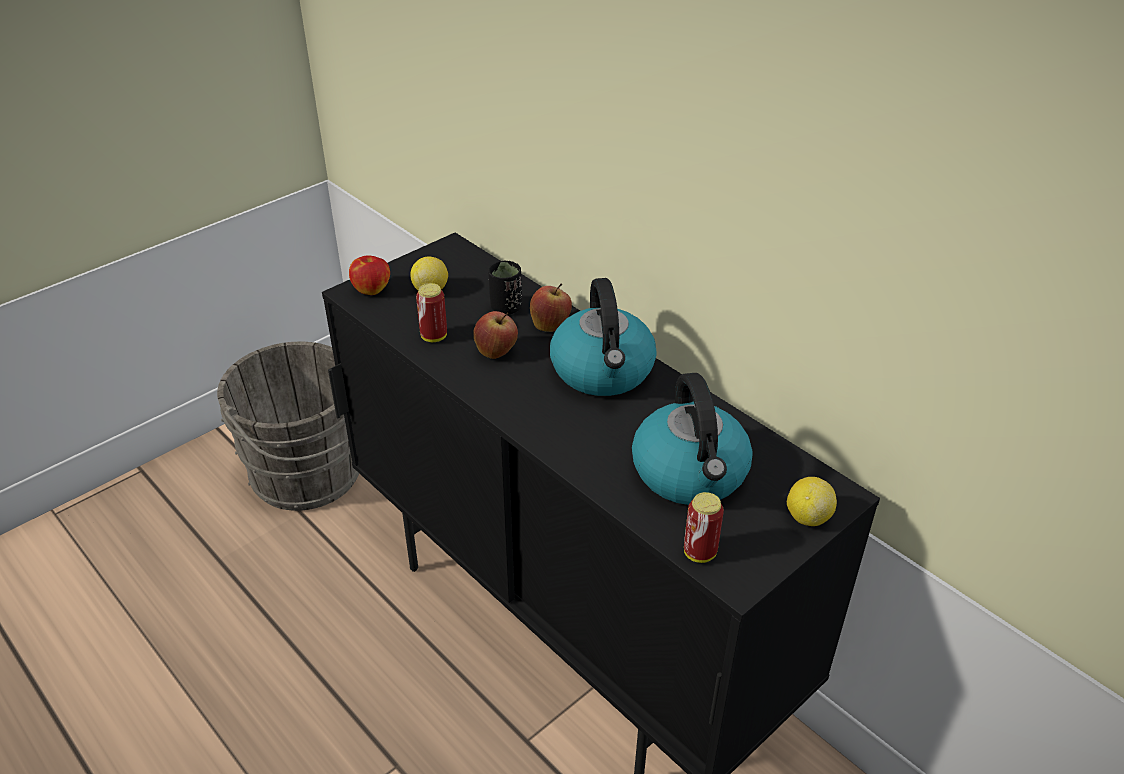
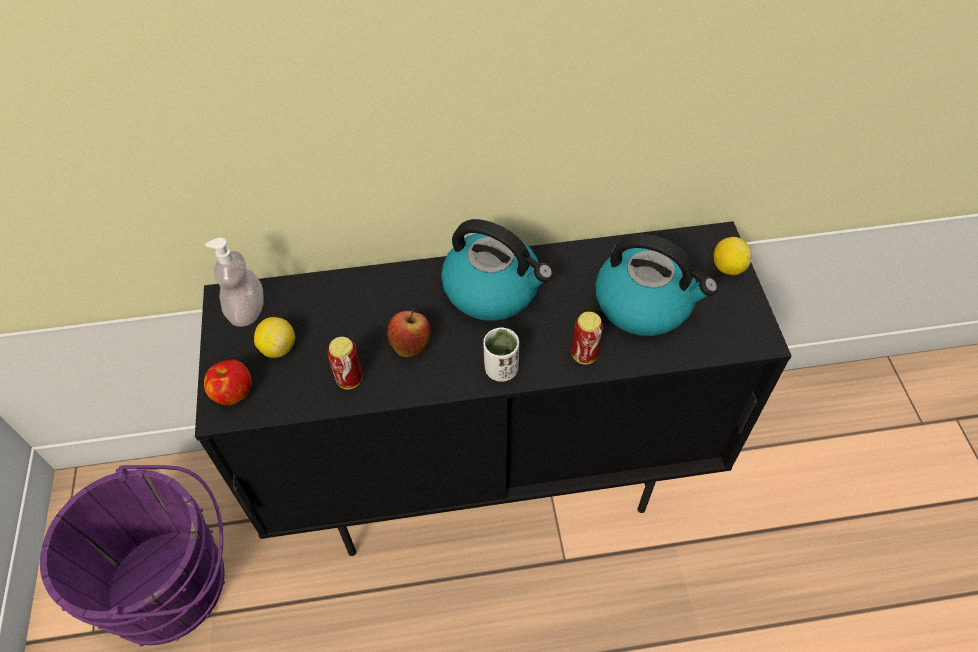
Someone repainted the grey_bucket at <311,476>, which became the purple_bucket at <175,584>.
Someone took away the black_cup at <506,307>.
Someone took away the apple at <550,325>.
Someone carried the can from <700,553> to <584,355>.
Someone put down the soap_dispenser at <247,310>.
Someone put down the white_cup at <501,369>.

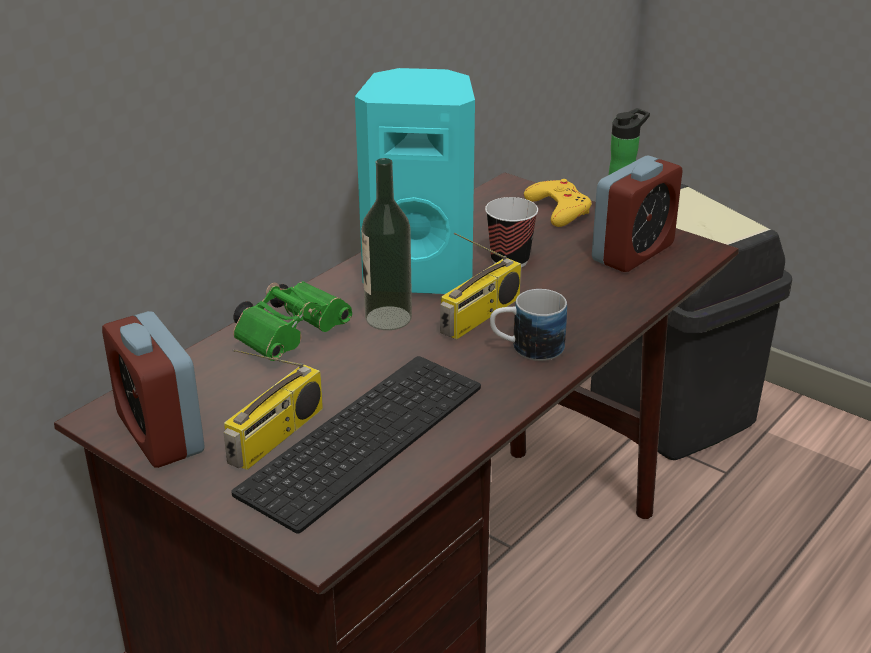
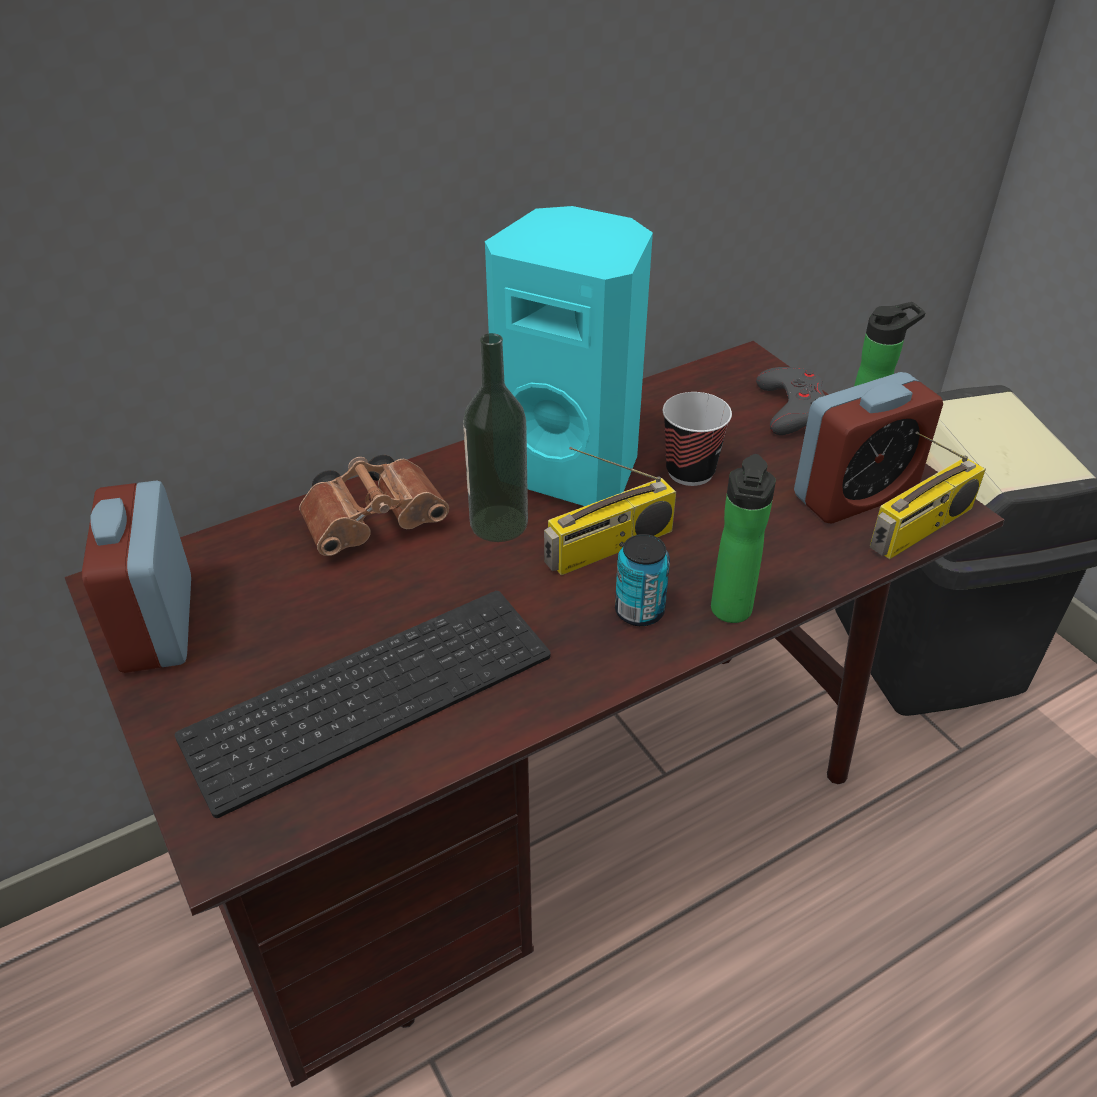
Someone carried the radio from <276,437> to <921,529>.
Someone repainted the green_binoculars at <293,336>, which became the brown_binoculars at <377,522>.
Someone swapped the mug at <526,348> for the can at <639,611>.
Someone repainted the yellow_game_controller at <559,209>, which became the grey_game_controller at <792,408>.
Someone put down the bottle at <730,614>.

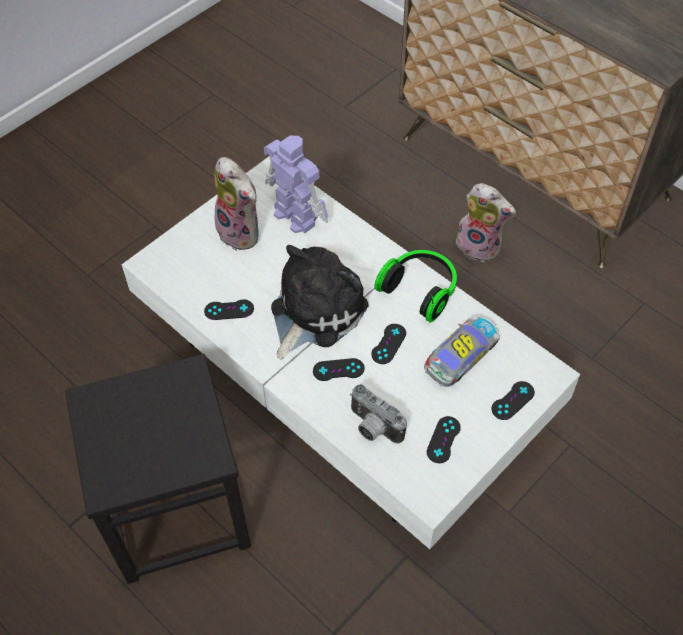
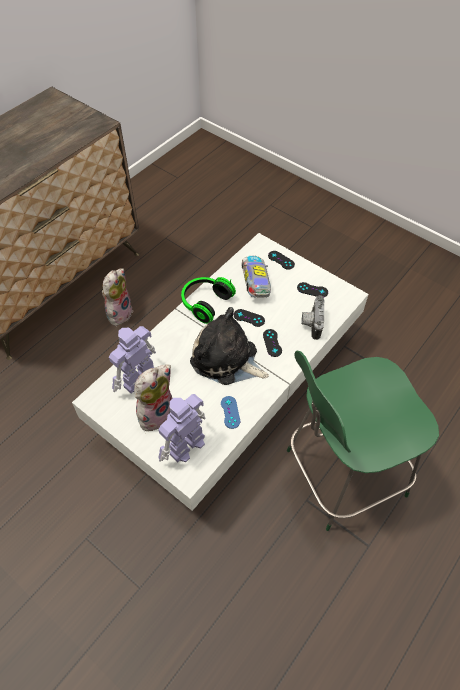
Someone swapped the black_stool at <177,508> for the green_chair at <341,474>.
Someone repainted the black_game_controller at <229,310>, which became the blue_game_controller at <230,412>.
Someone rotated the photo_camera at <372,428> by 150 degrees clockwise.
Someone rotated the toy_car at <460,359> by 45 degrees clockwise.
Someone put down the toy_robot at <185,446>.

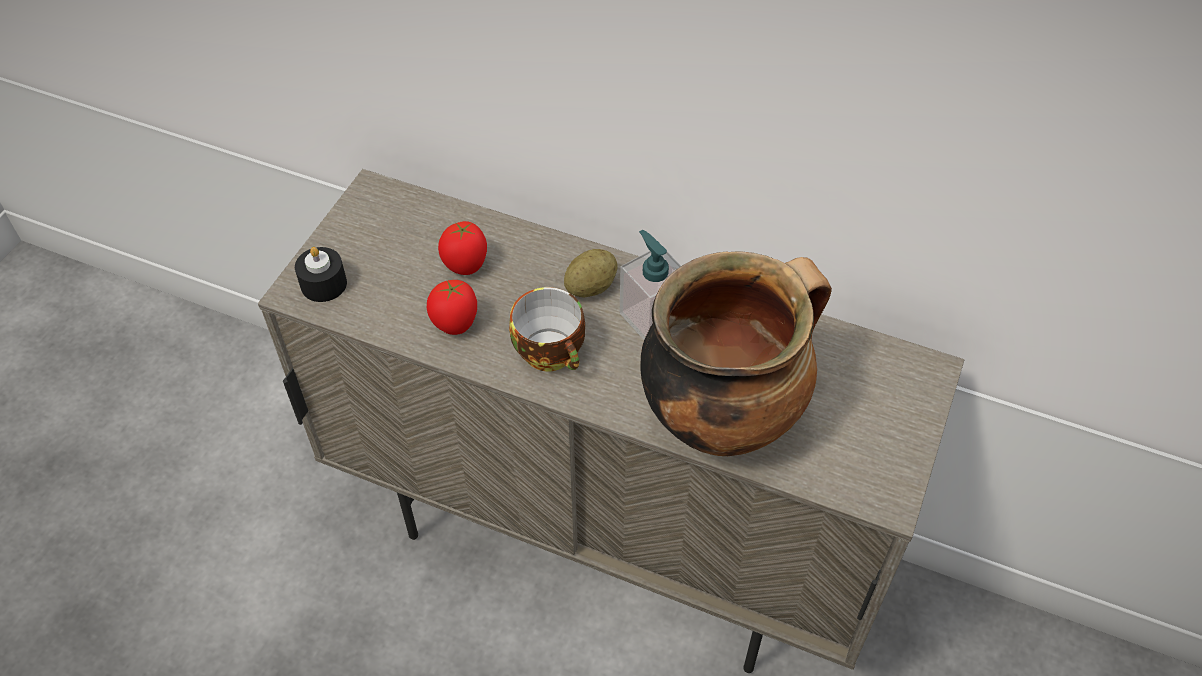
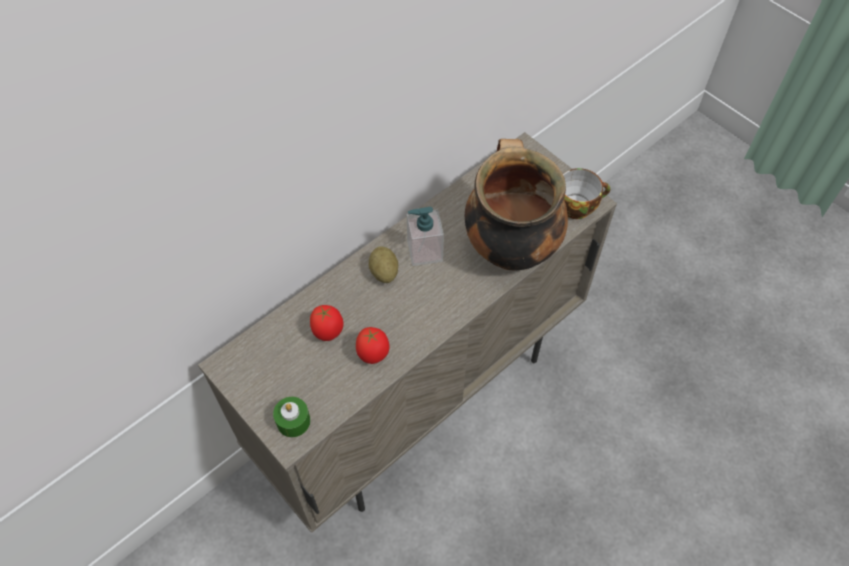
Someone repainted the black_candle at <323,284>, which became the green_candle at <293,421>.
Someone carried the cup from <553,353> to <577,205>.

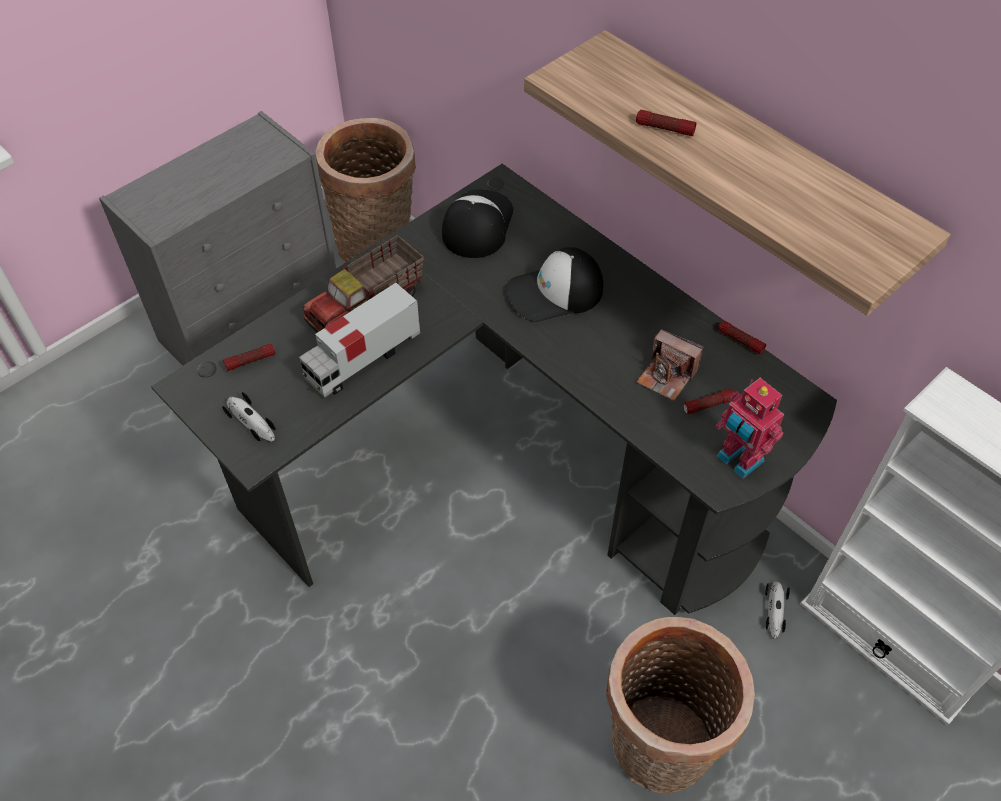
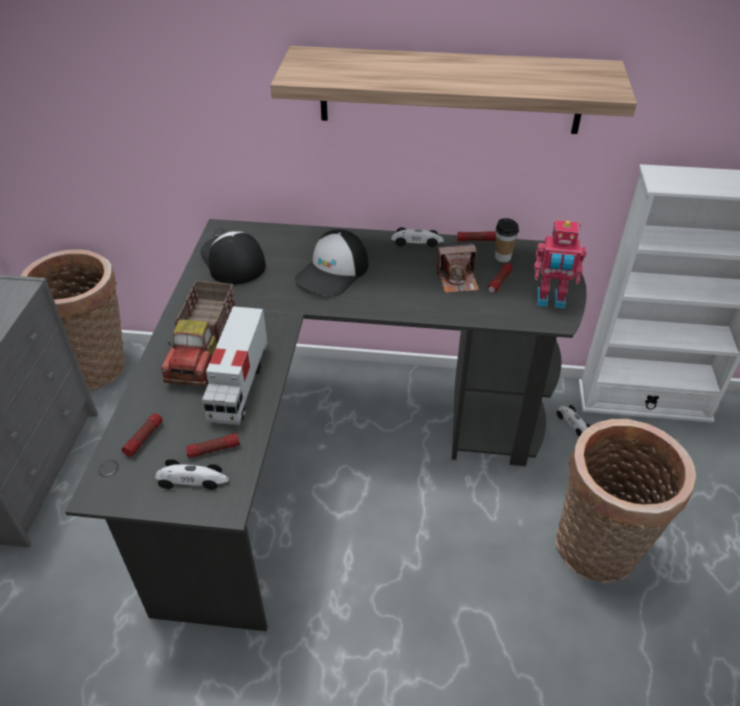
Someone carried the flashlight from <664,129> to <214,450>.
Someone put down the toy_car at <417,242>.
Someone put down the cup at <503,257>.

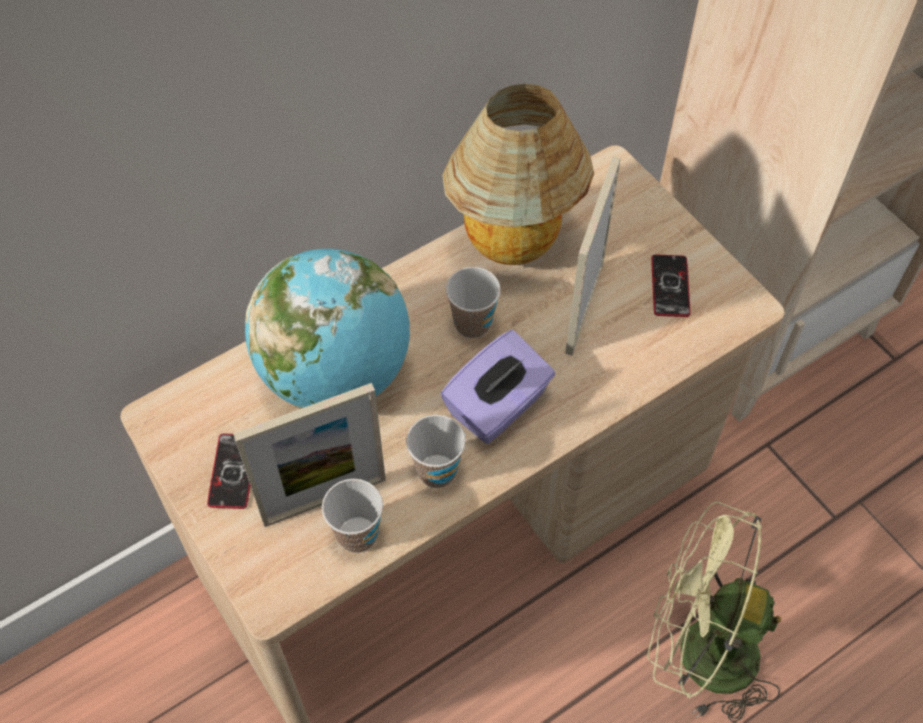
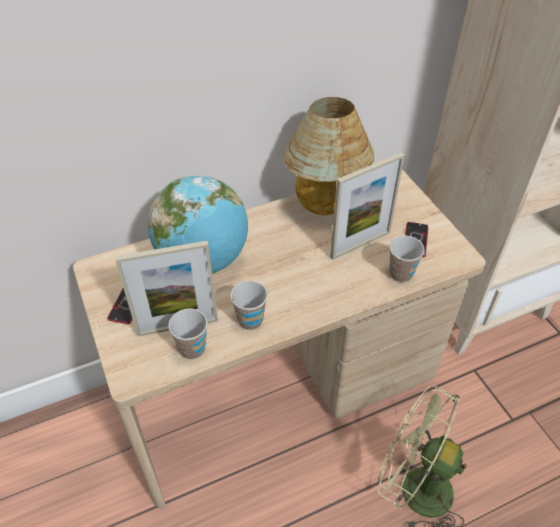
Someone took away the purple_tissue_box at <498,406>.
Someone carried the cup from <472,324> to <401,274>.
Someone rotated the picture_frame at <584,308> by 150 degrees counterclockwise.

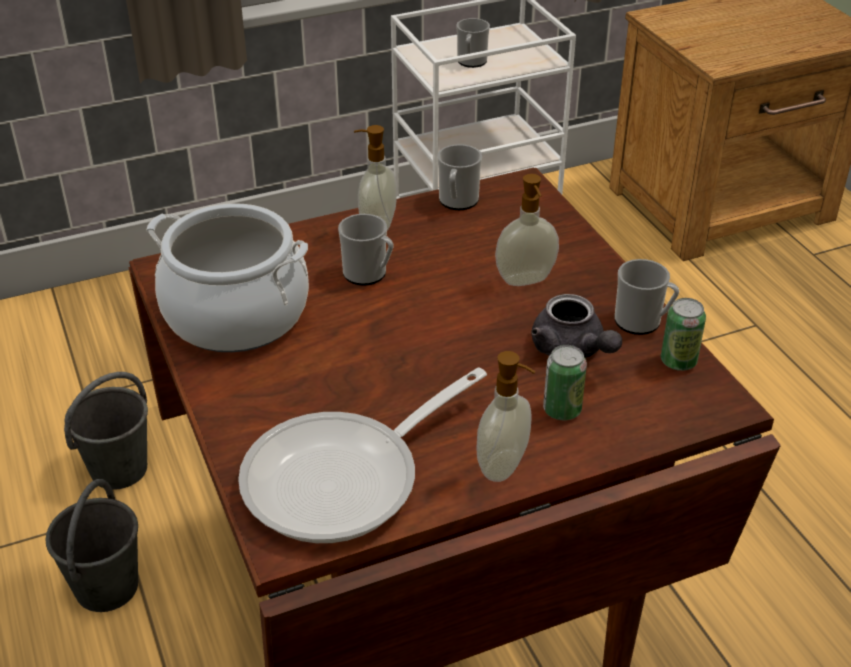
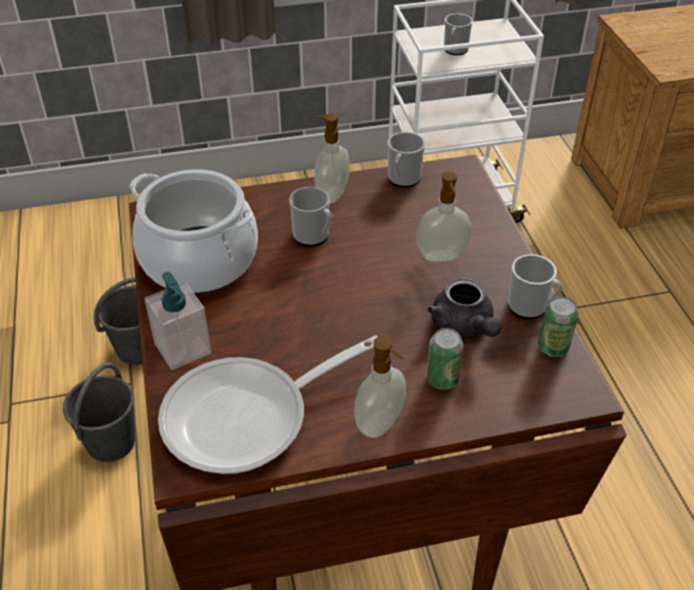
Someone put down the soap_dispenser at <183,348>.

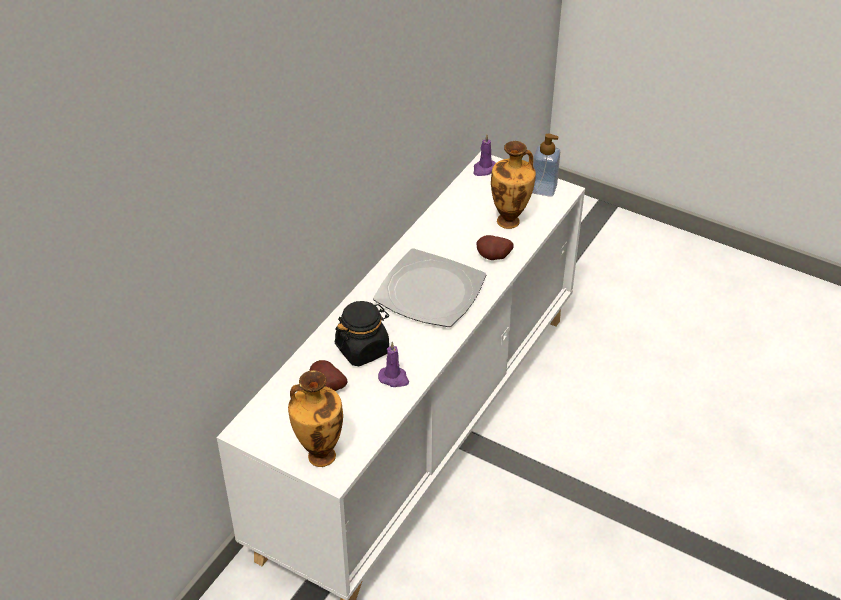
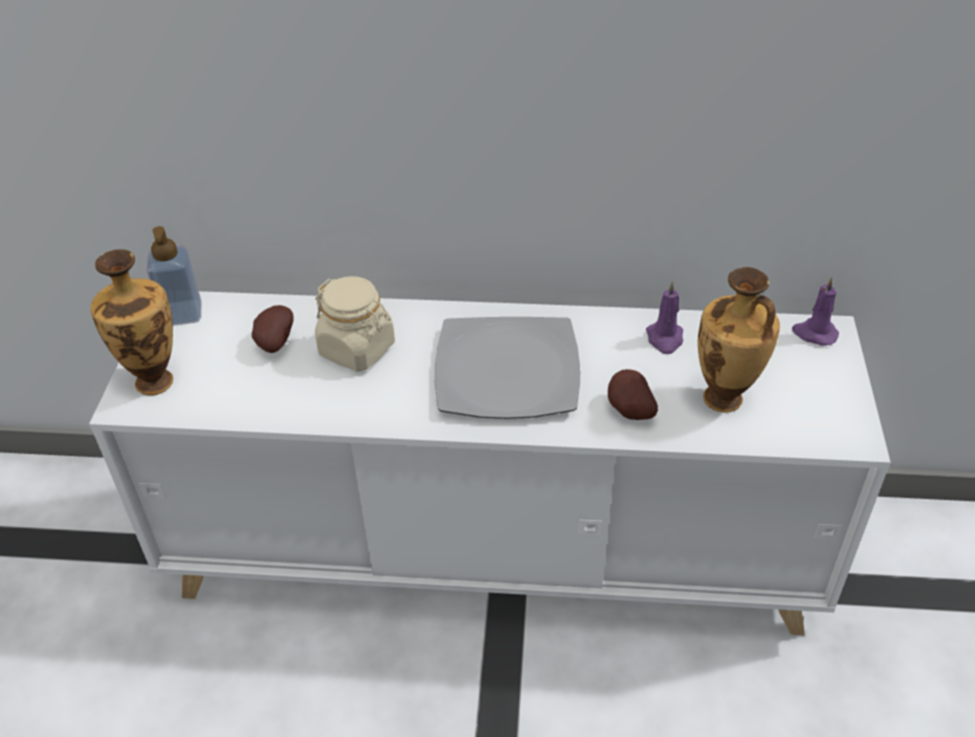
Someone repainted the black_jar at <362,349>, which became the beige_jar at <357,349>.
Someone carried the purple_candle from <394,378> to <665,339>.
Someone carried the soap_dispenser from <543,189> to <183,314>.

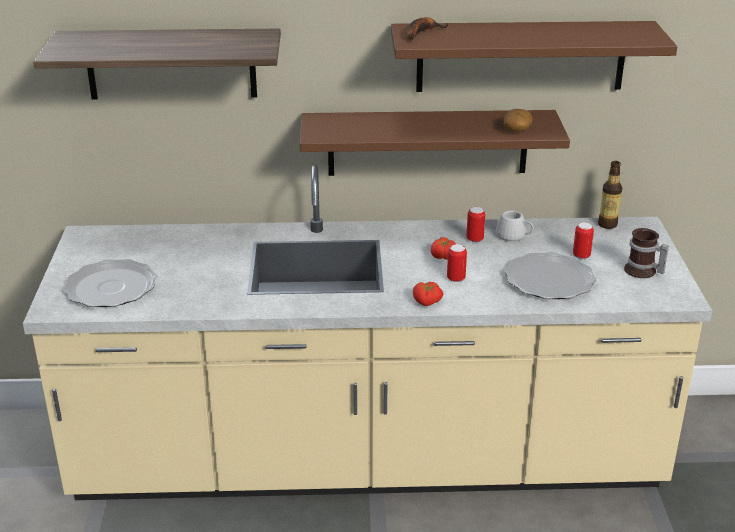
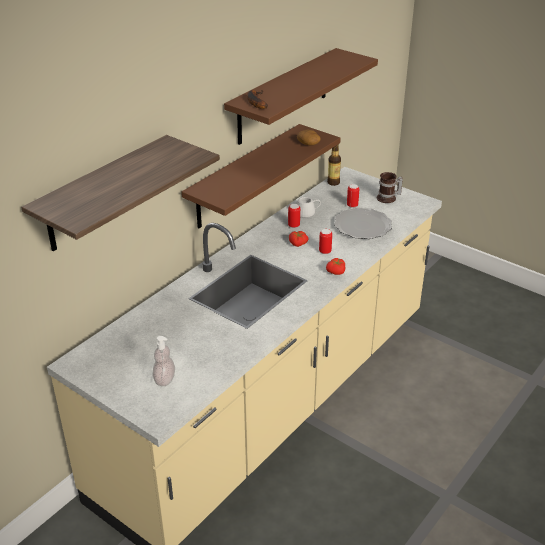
Someone swapped the plate at <111,287> for the soap_dispenser at <164,379>.

